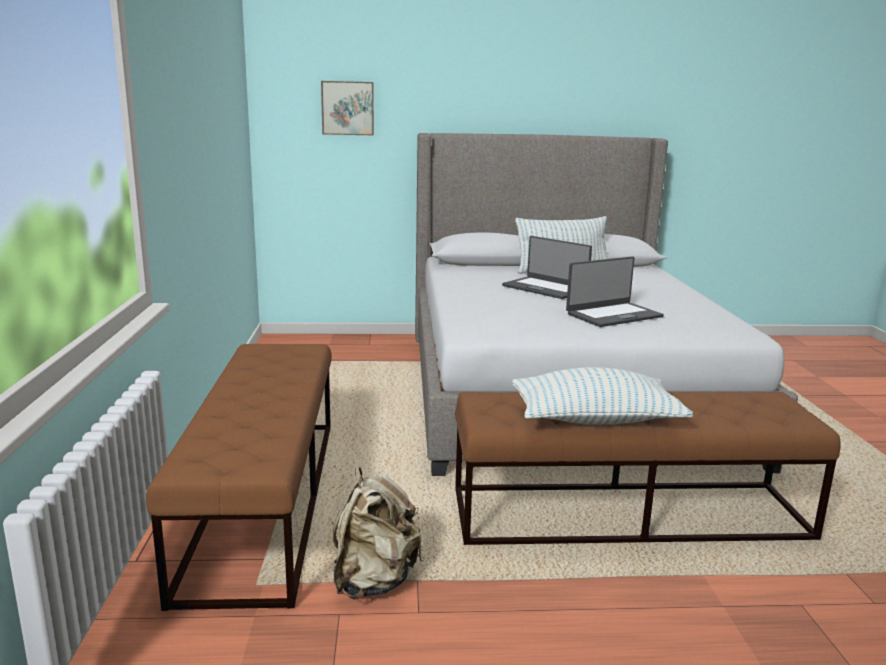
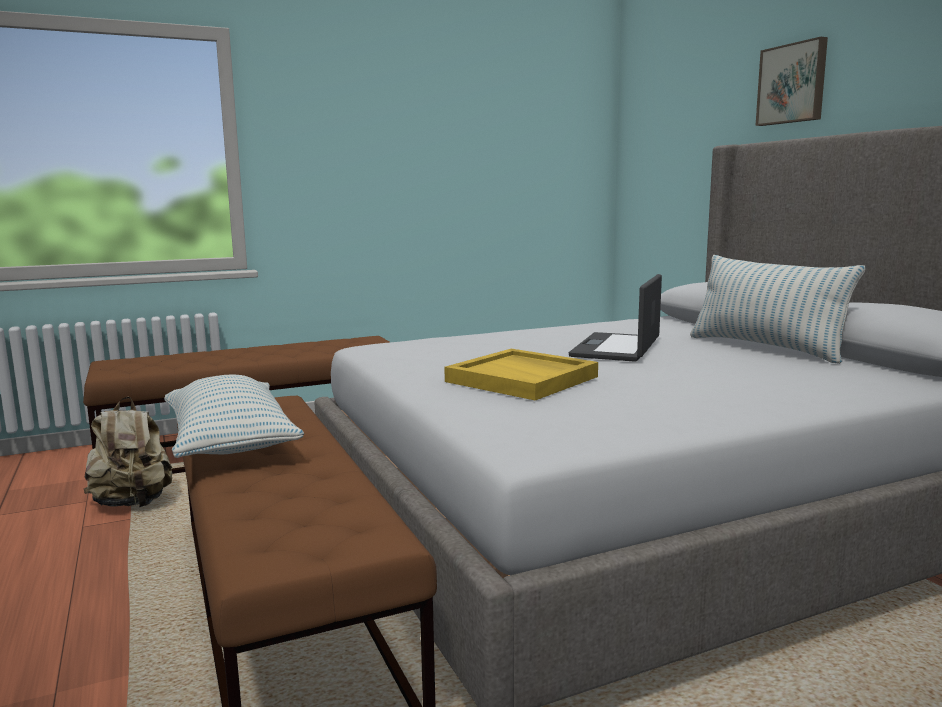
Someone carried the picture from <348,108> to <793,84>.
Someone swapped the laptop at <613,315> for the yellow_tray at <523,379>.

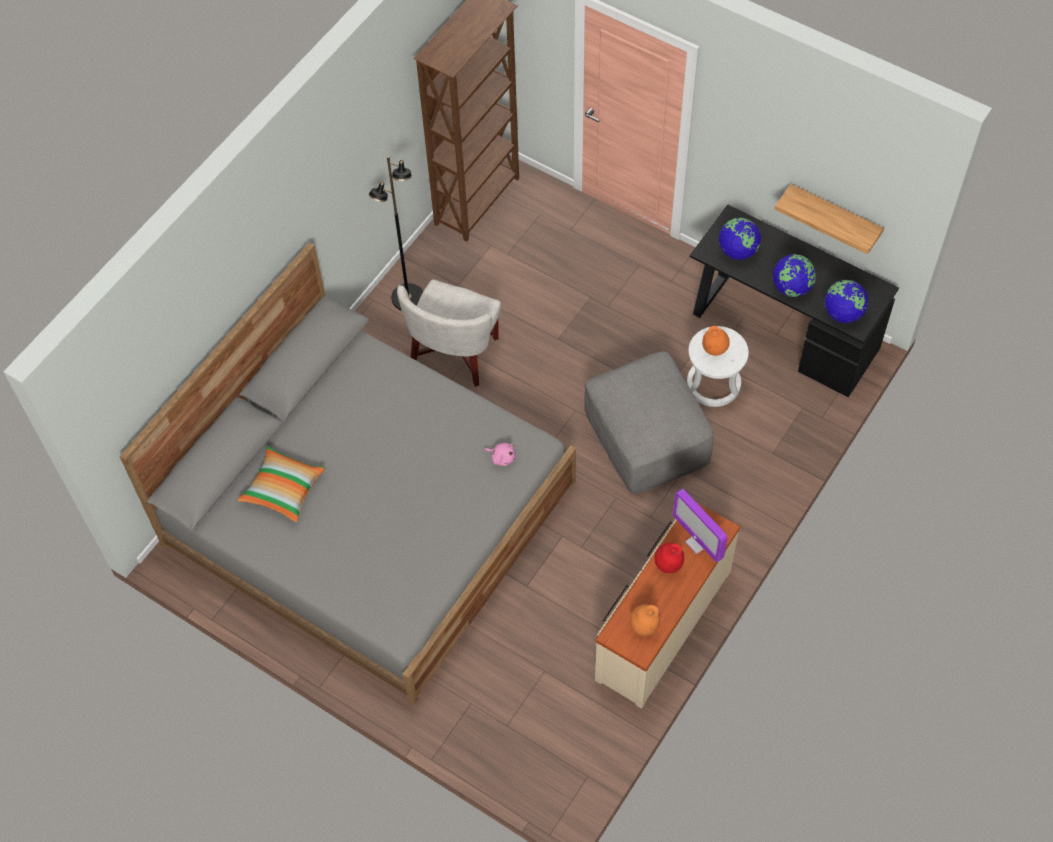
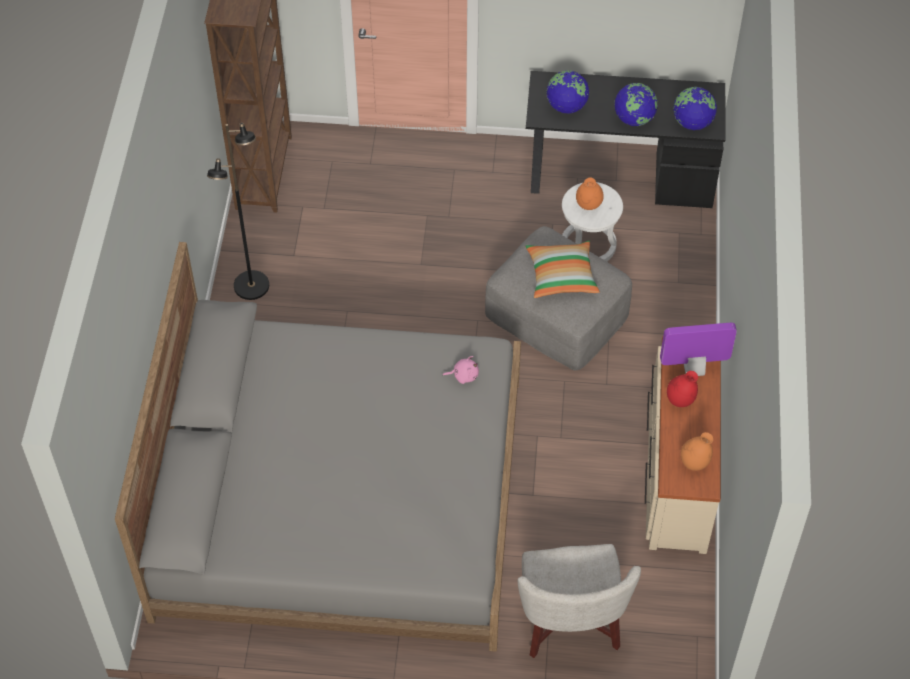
Someone carried the pillow from <283,489> to <561,276>.
Someone carried the white_armchair from <455,352> to <570,621>.
Someone rotated the monitor at <698,542> by 150 degrees clockwise.
Someone took away the shelf at <834,216>.

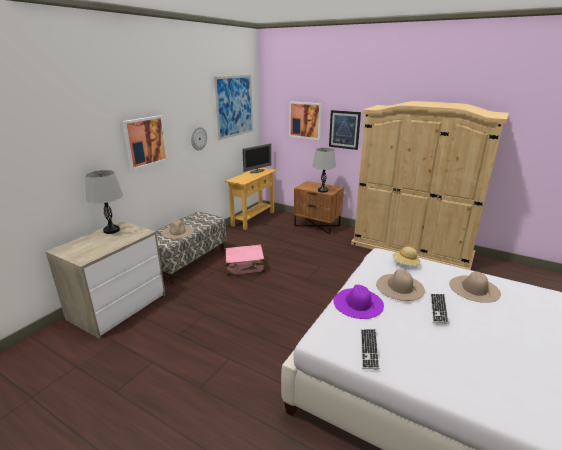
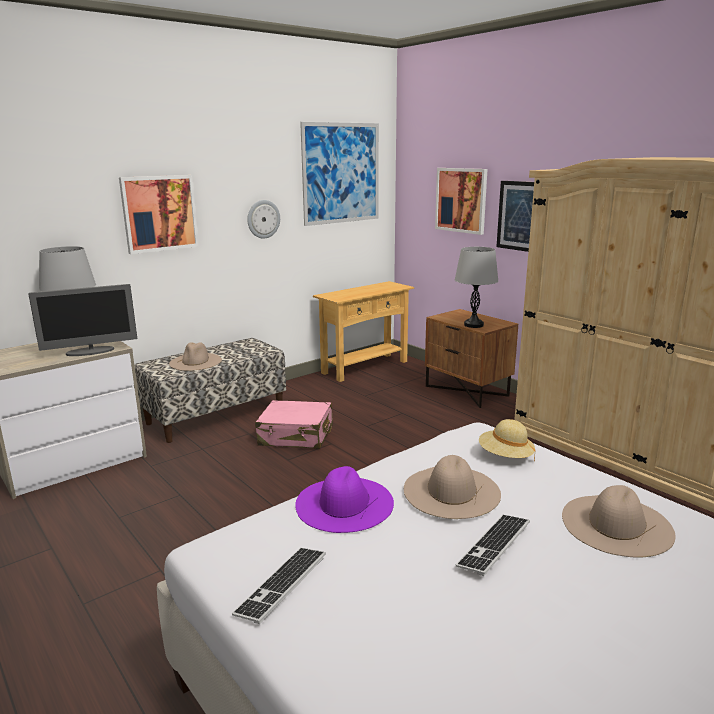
Someone carried the monitor from <257,171> to <90,351>.

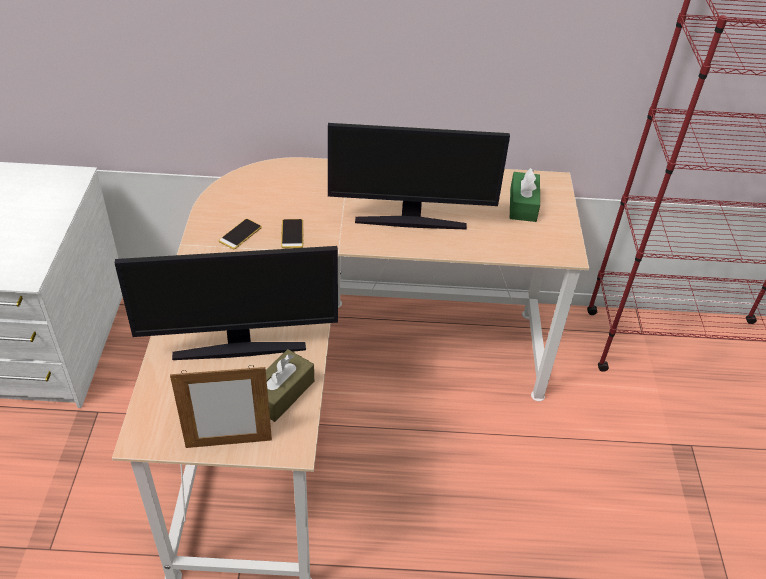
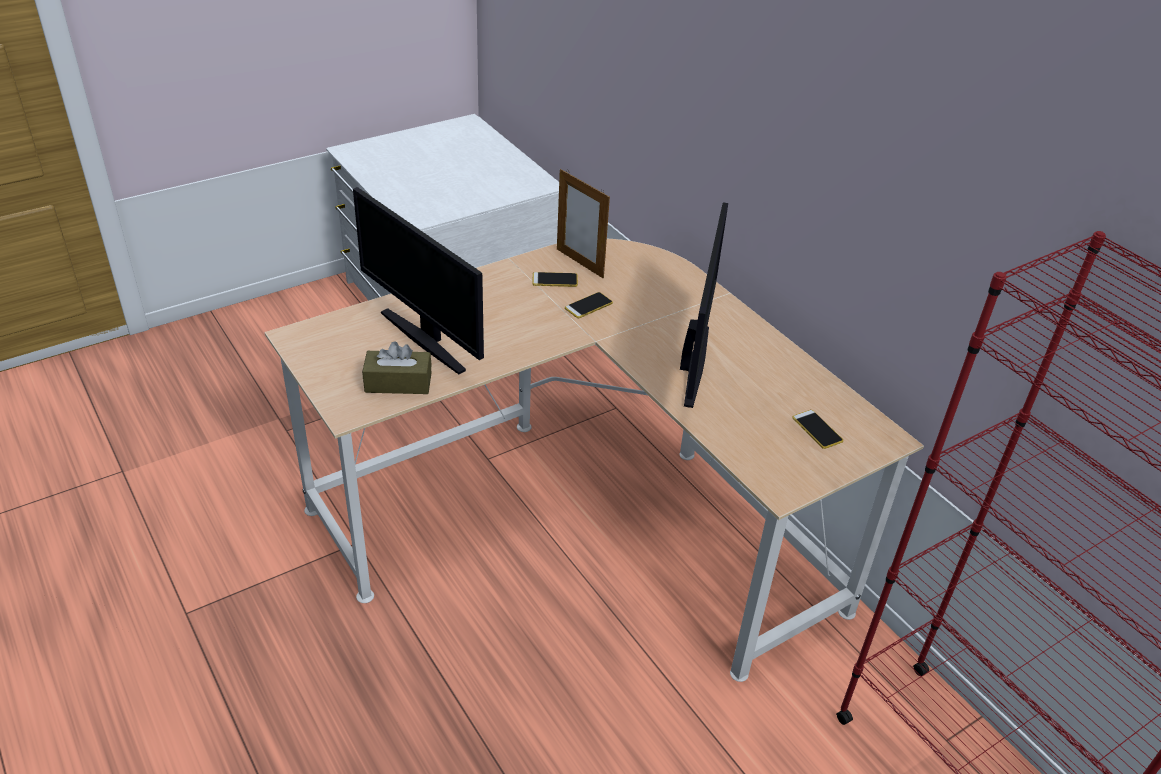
Someone carried the picture_frame from <229,443> to <580,263>.
Someone rotated the monitor at <410,221> by 135 degrees counterclockwise.
Someone swapped the green_tissue_box at <523,205> for the phone at <817,429>.

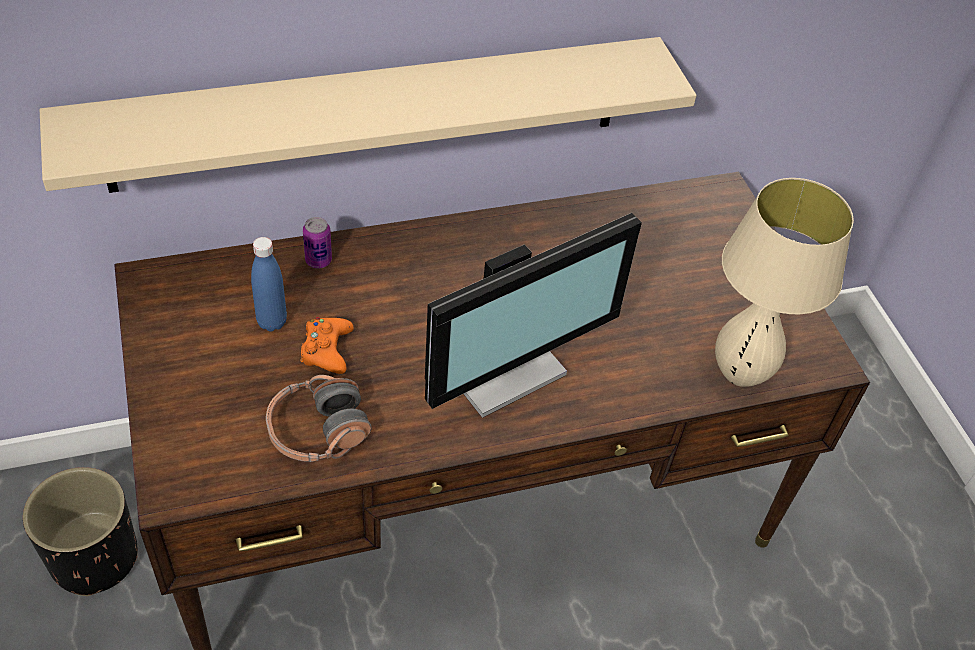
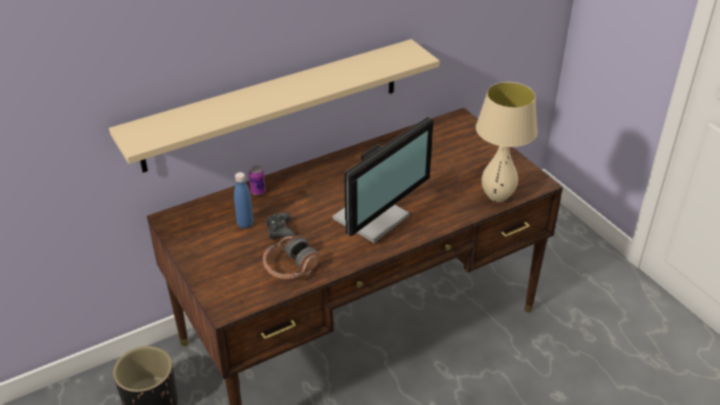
Someone repainted the orange_game_controller at <326,350>, which became the black_game_controller at <280,230>.

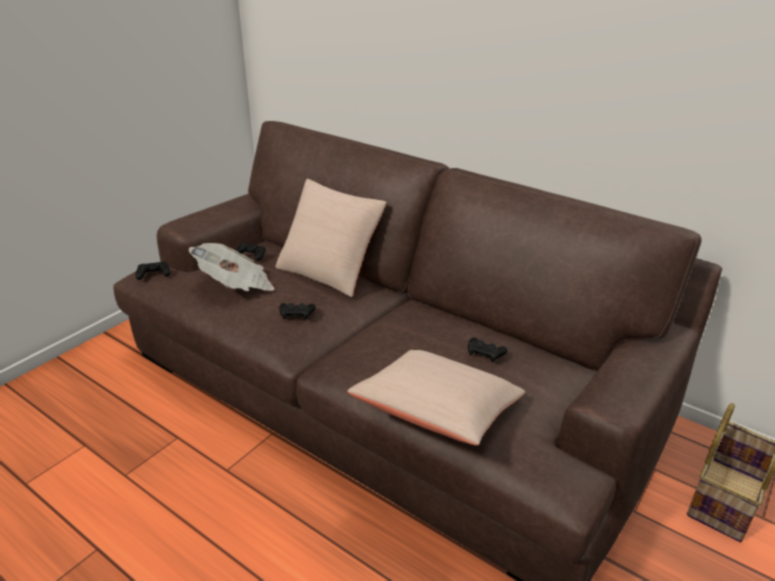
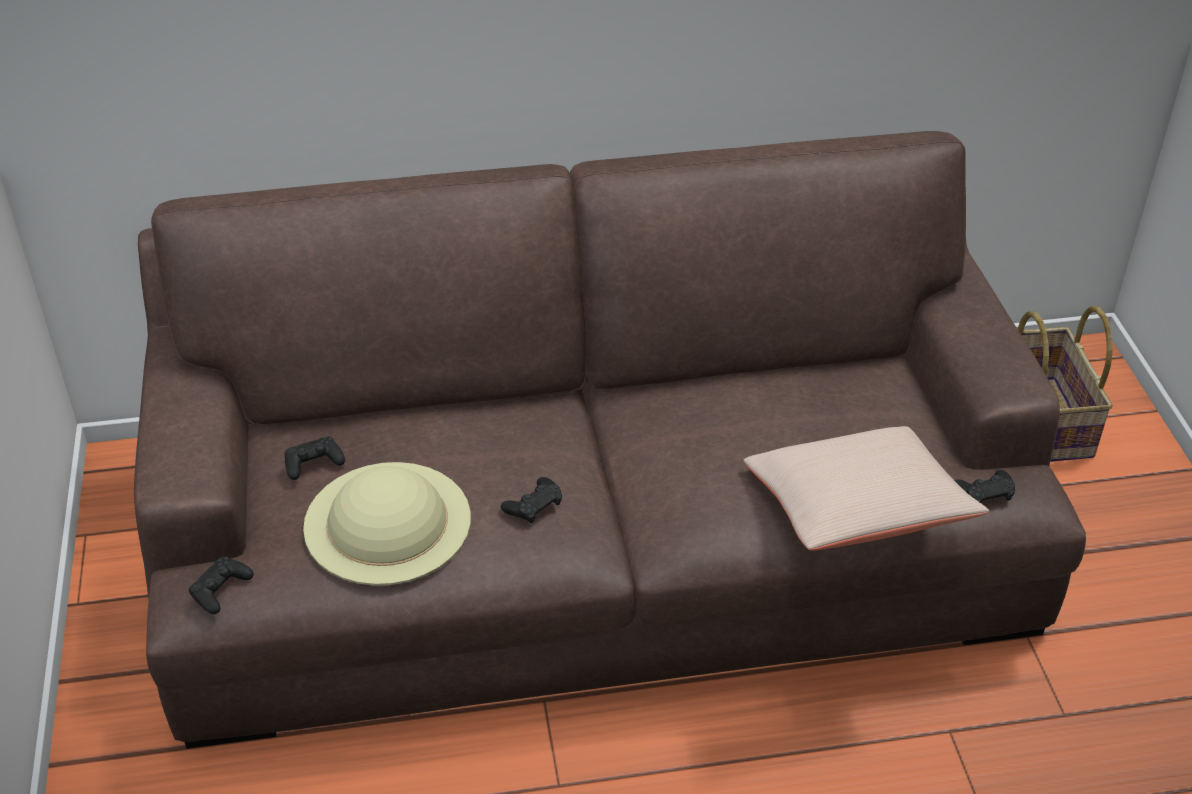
Someone swapped the newspaper at <236,286> for the beige_hat at <387,522>.
Someone took away the beige_pillow at <330,270>.
Someone carried the black_game_controller from <485,353> to <984,493>.

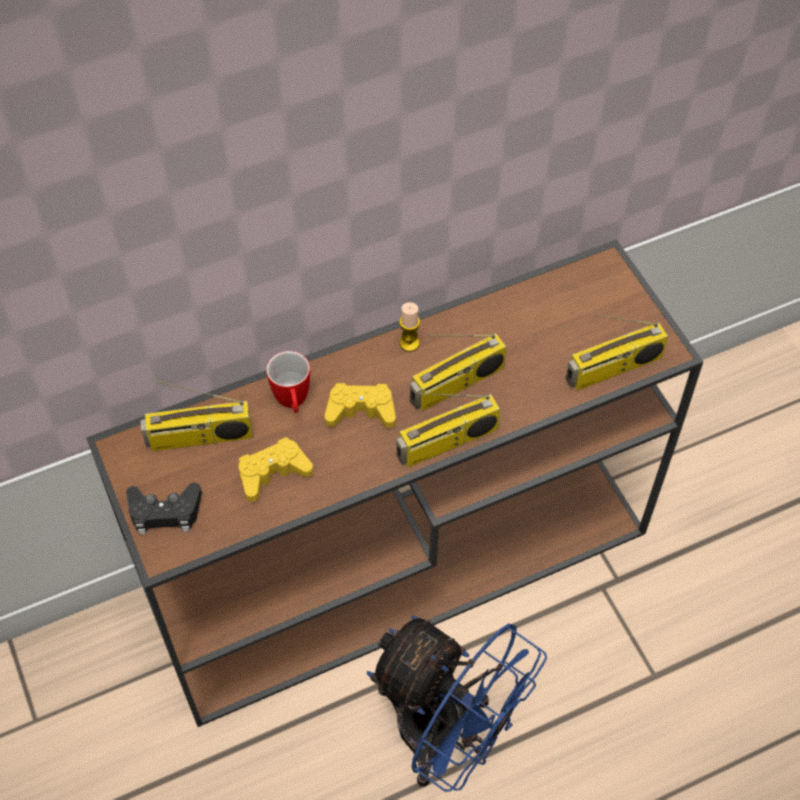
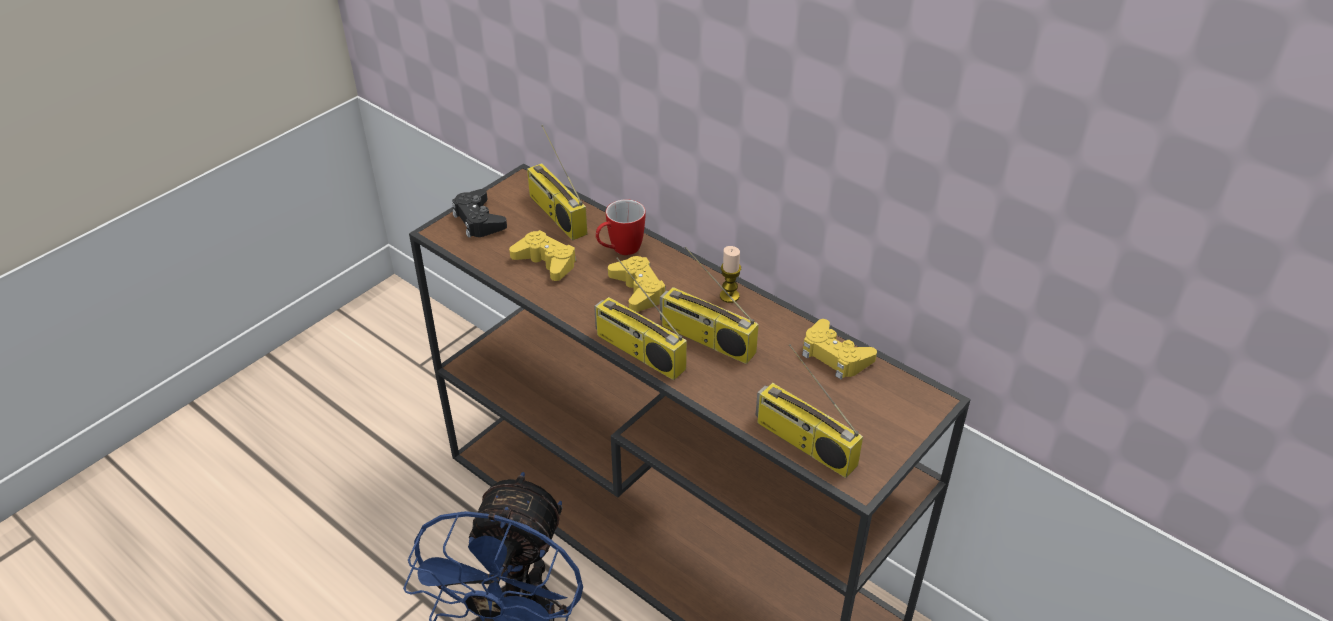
Someone put down the yellow_game_controller at <835,356>.

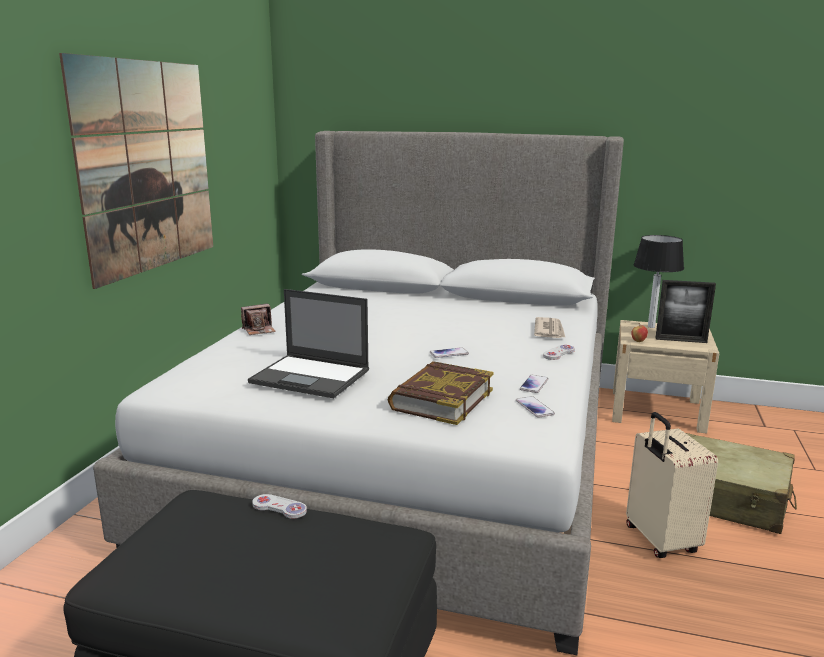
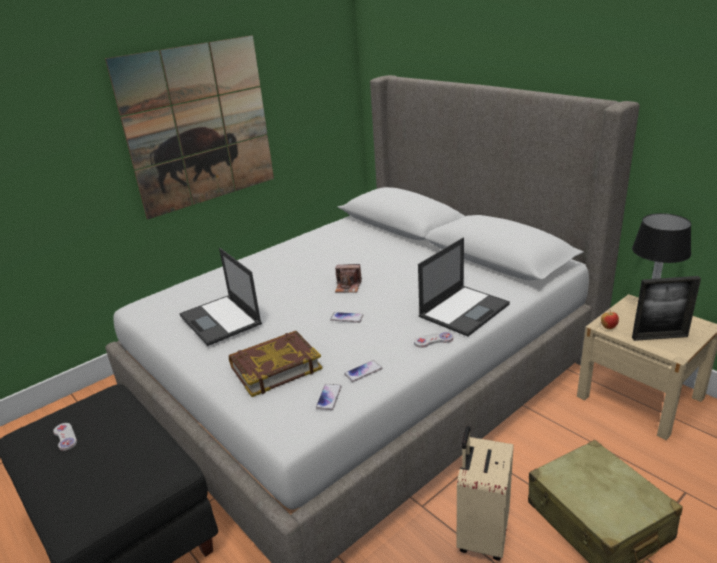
Someone carried the photo_camera from <259,330> to <348,286>.
Someone carried the white_game_controller from <279,508> to <65,437>.
Someone swapped the newspaper at <549,330> for the laptop at <464,310>.
Someone rotated the picture_frame at <681,340> by 45 degrees counterclockwise.

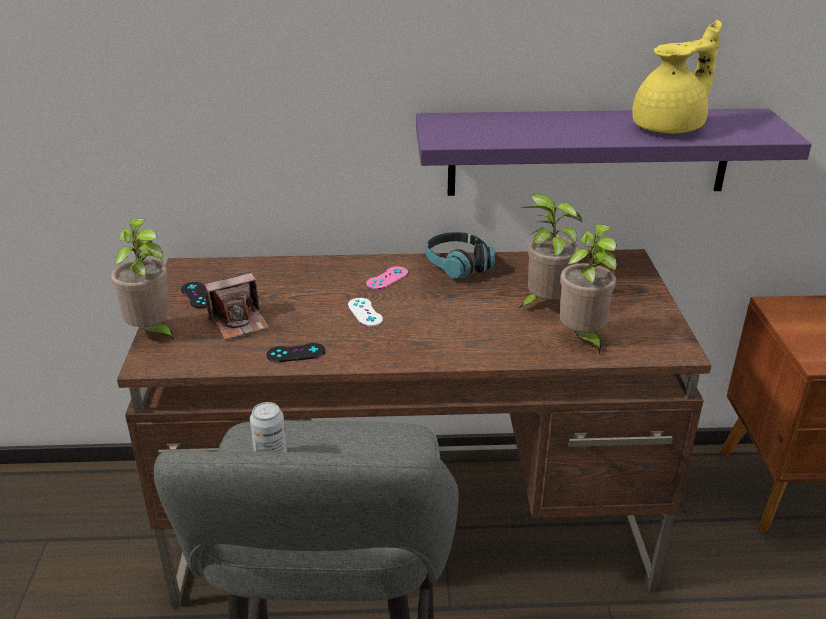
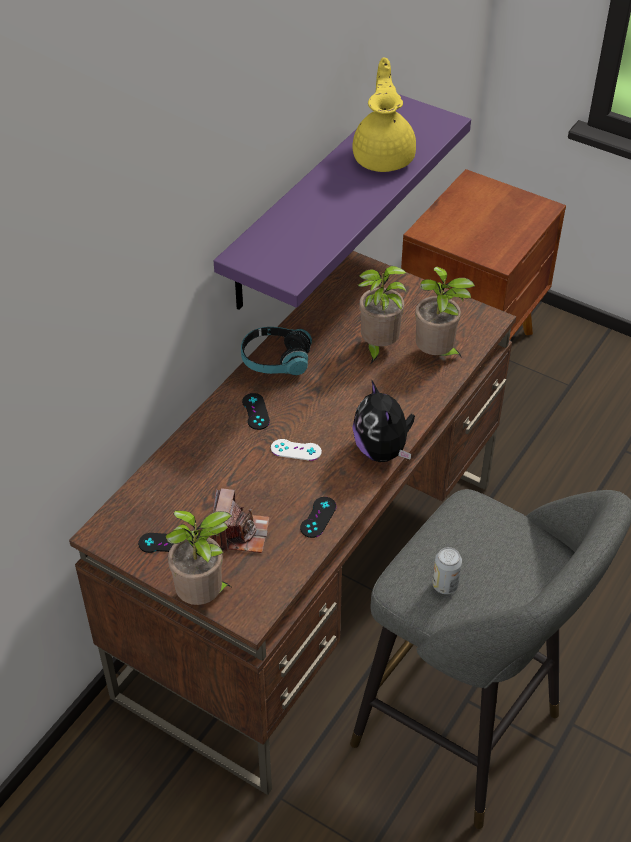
Someone repainted the pink_game_controller at <387,278>, which became the black_game_controller at <255,411>.
Someone put down the plush_toy at <382,450>.

